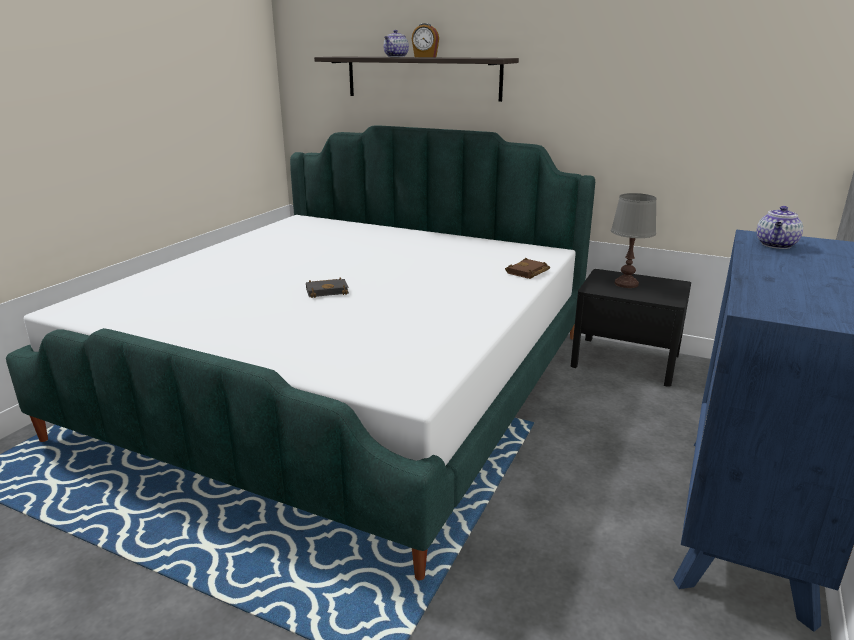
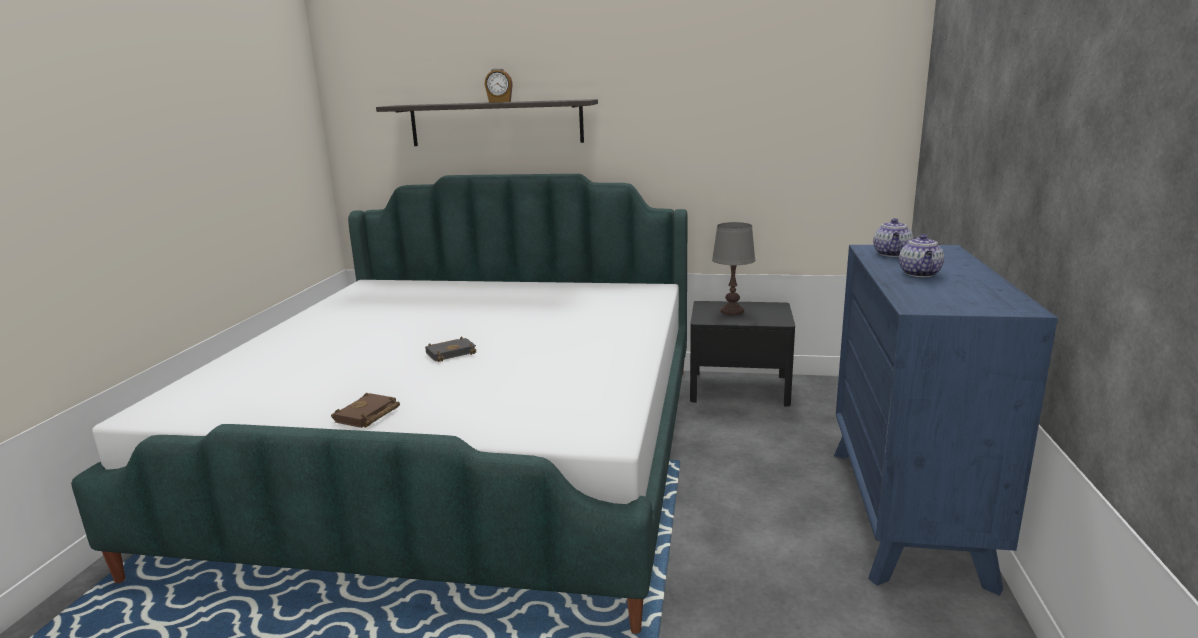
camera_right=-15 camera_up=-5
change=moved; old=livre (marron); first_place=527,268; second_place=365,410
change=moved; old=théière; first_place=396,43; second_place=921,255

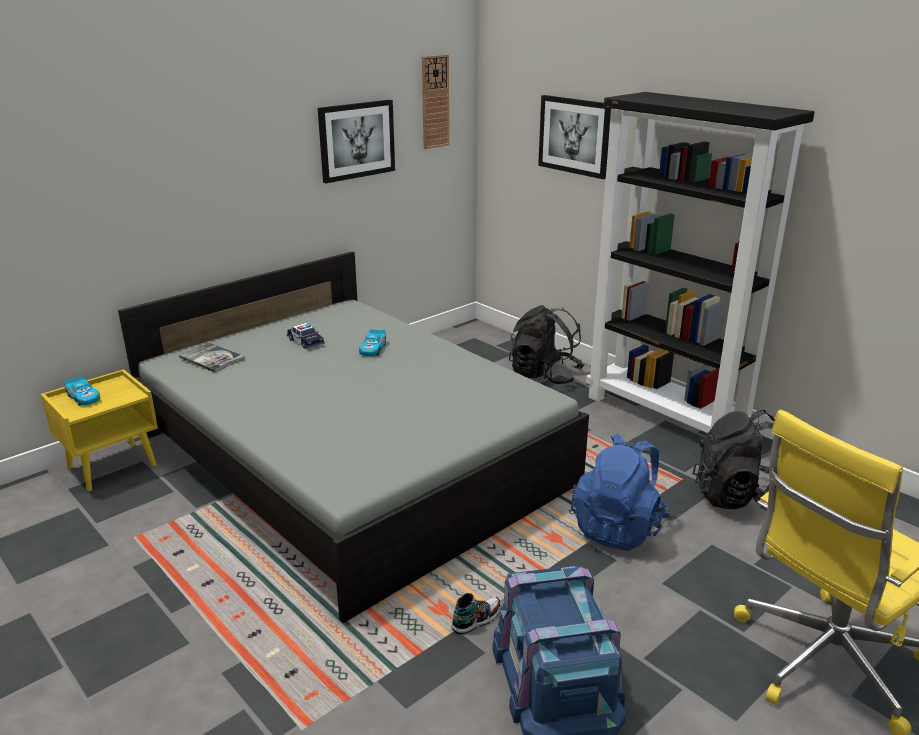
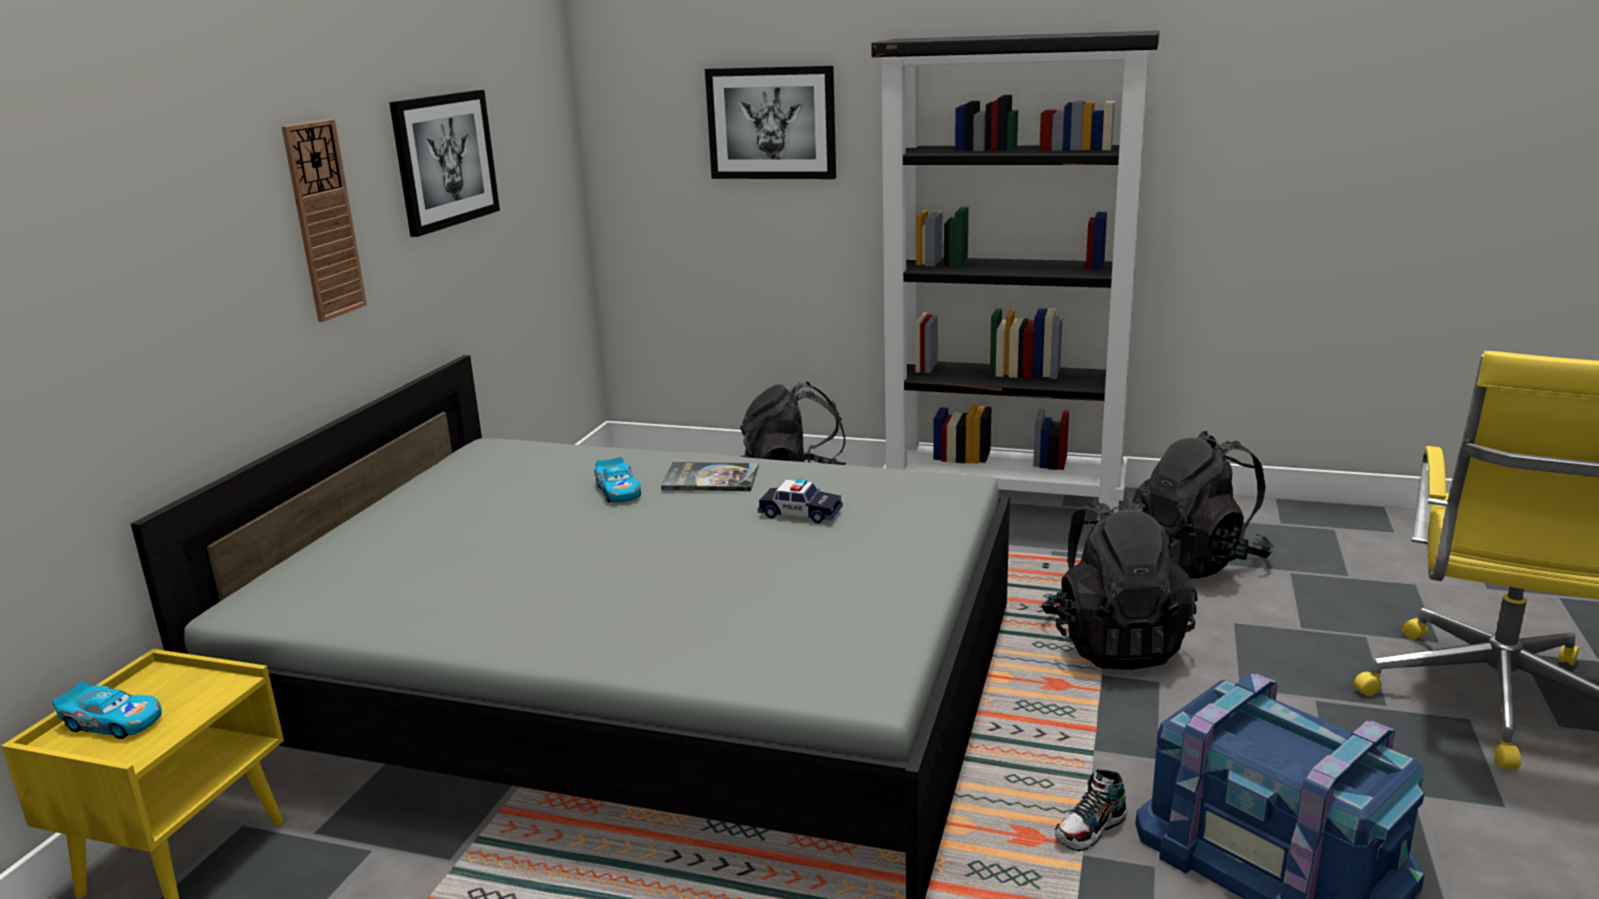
camera_right=-30 camera_up=-5
change=moved; old=horloge murale; first_place=435,101; second_place=324,220
change=moved; old=livre; first_place=212,357; second_place=709,476
change=moved; old=petite voiture; first_place=306,336; second_place=800,501
change=recoloured; old=sac à dos (bleu); new=sac à dos (noir); first_place=621,492; second_place=1119,584
change=turned; old=chaussure; first_place=476,613; second_place=1091,810; degrees=-150

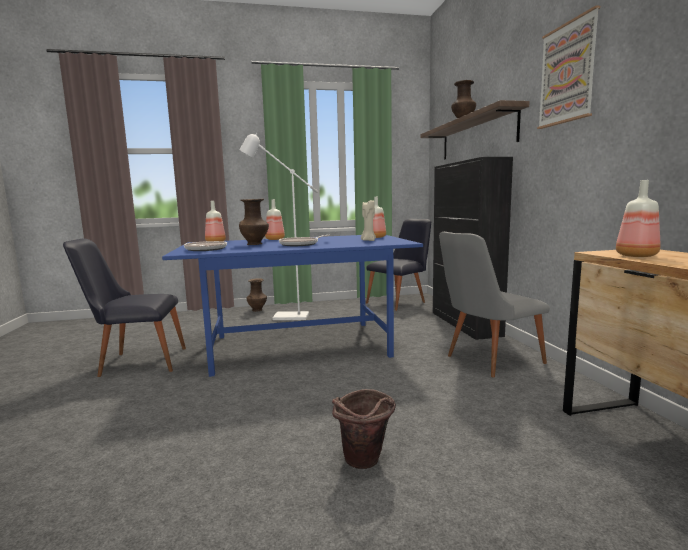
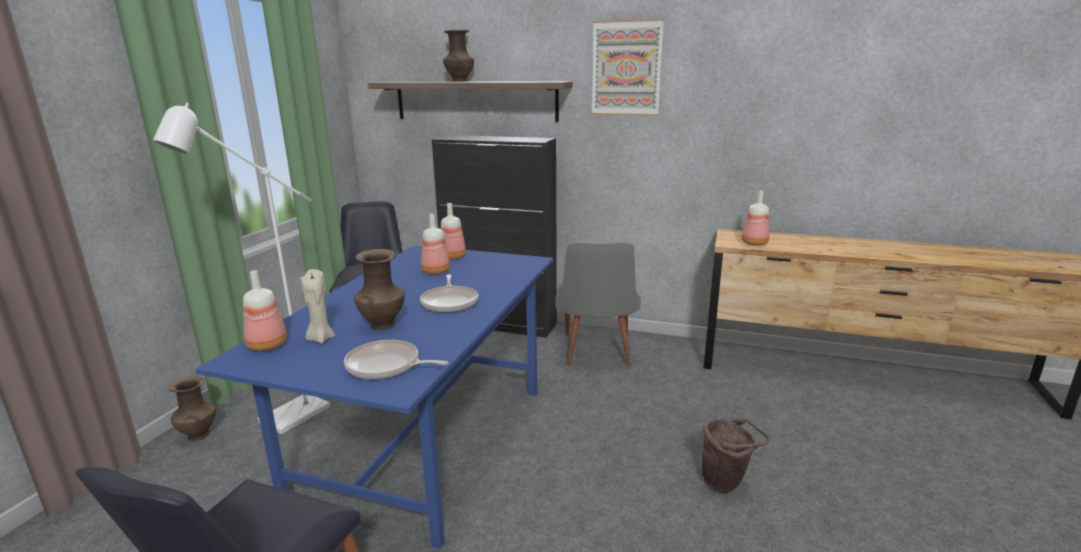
camera_right=-60 camera_up=10
change=moved; old=bougie (beige); first_place=368,220; second_place=318,306
change=moved; old=bouteille; first_place=275,219; second_place=435,244

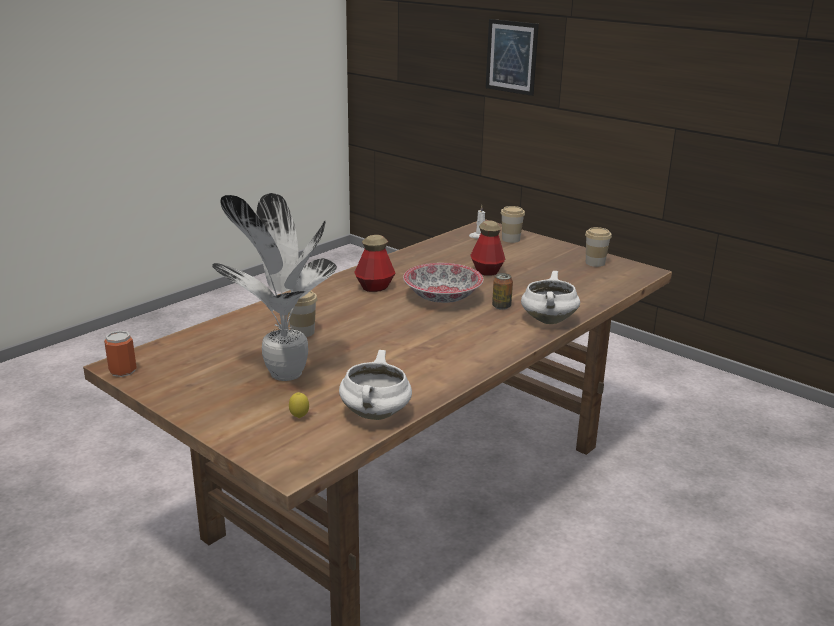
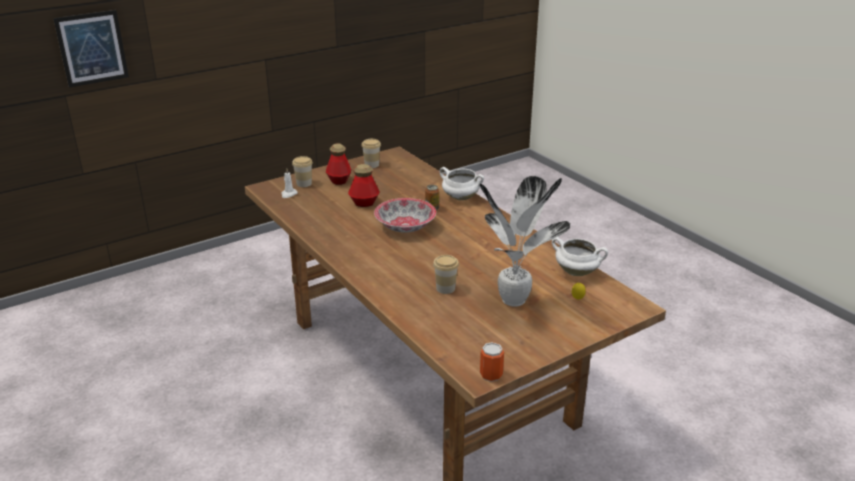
camera_right=-75 camera_up=5
change=moved; old=bouteille; first_place=374,263; second_place=338,164

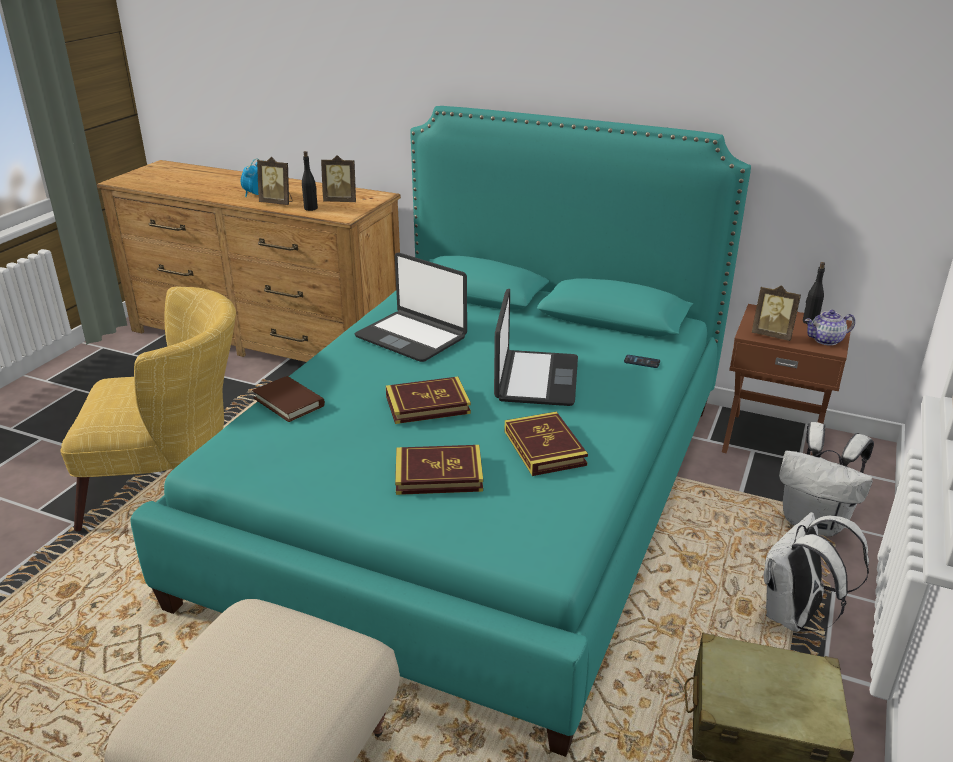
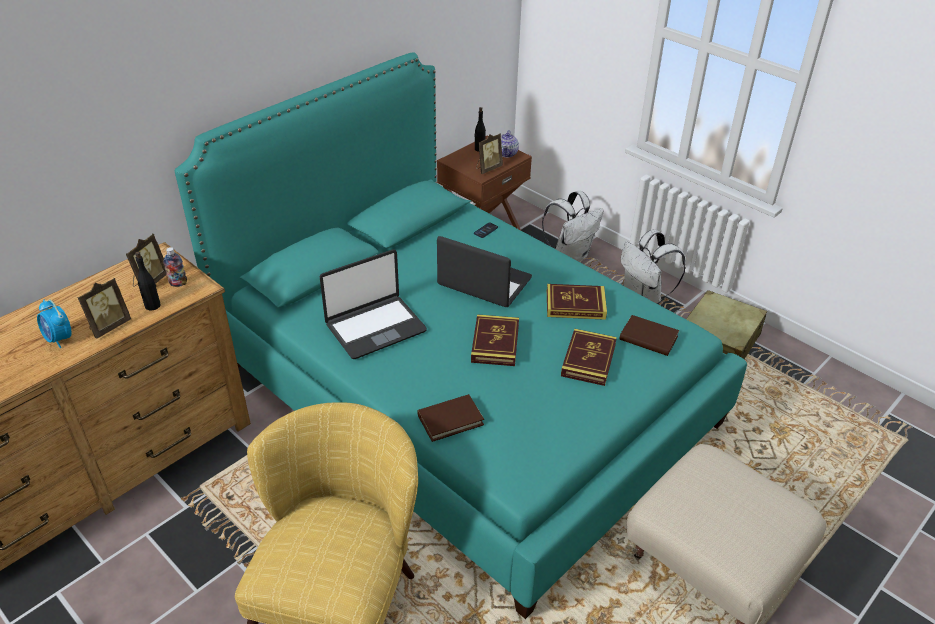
camera_right=-70 camera_up=10
change=added; new=bouteille; second_place=175,267
change=added; new=livre (marron); second_place=649,335

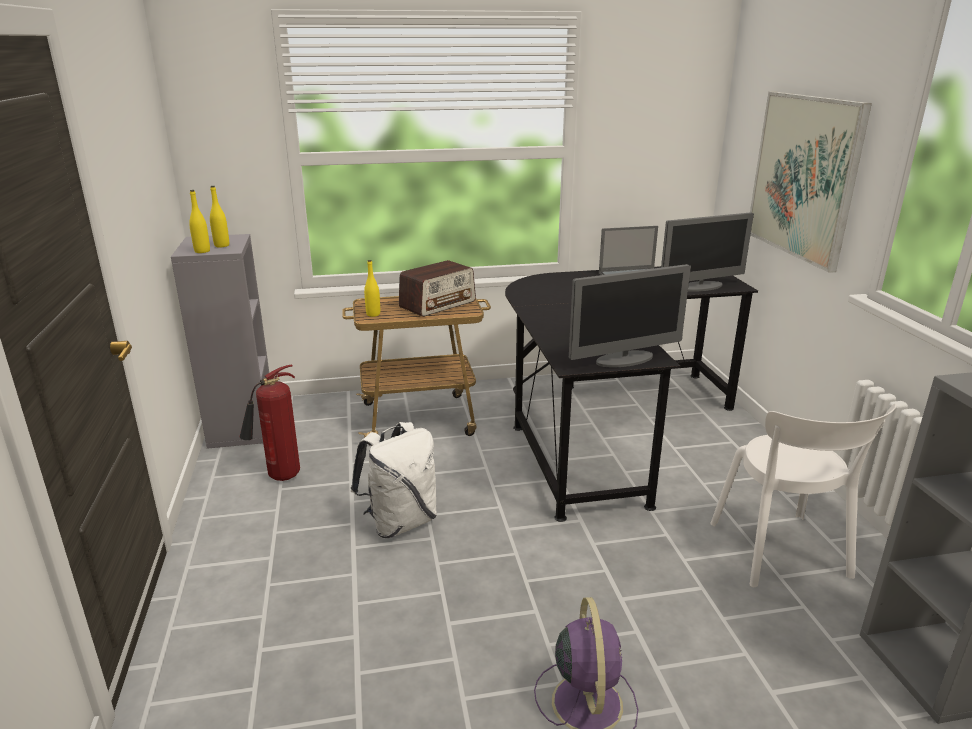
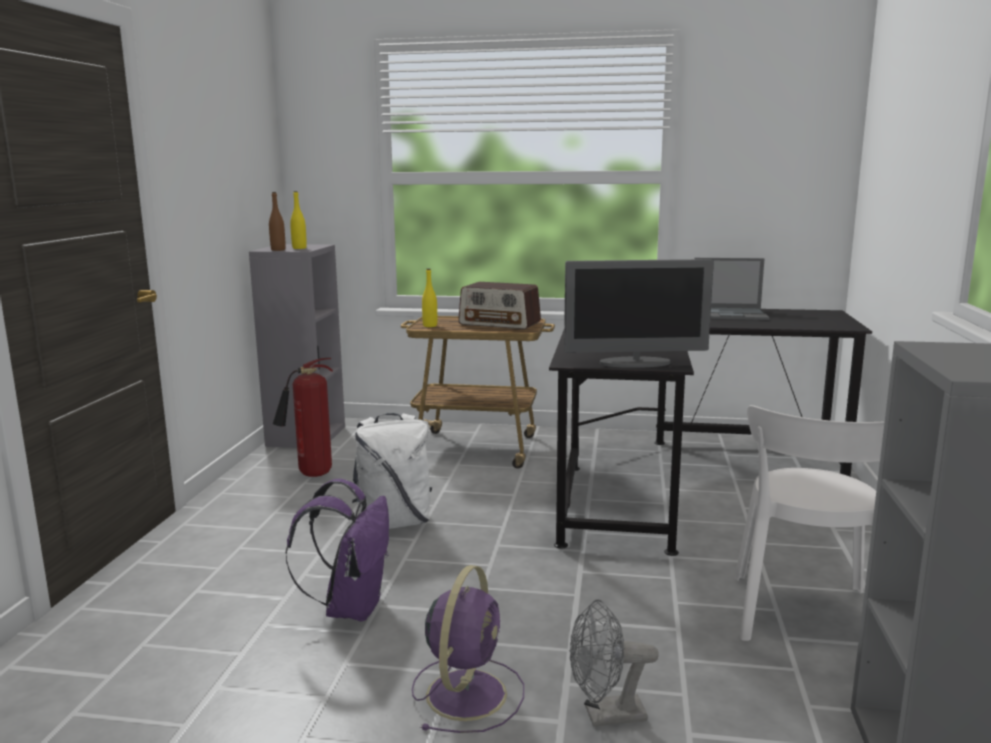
camera_right=20 camera_up=-10
change=recoloured; old=bouteille (jaune); new=bouteille (marron); first_place=199,221; second_place=277,221
change=added; new=sac à dos (violet); second_place=337,550
change=turned; old=radio; first_place=437,288; second_place=499,305; degrees=45
change=added; new=ventilateur (gris); second_place=614,663
change=removed; old=écran d'ordinateur; first_place=707,252
change=removed; old=tableau; first_place=811,182

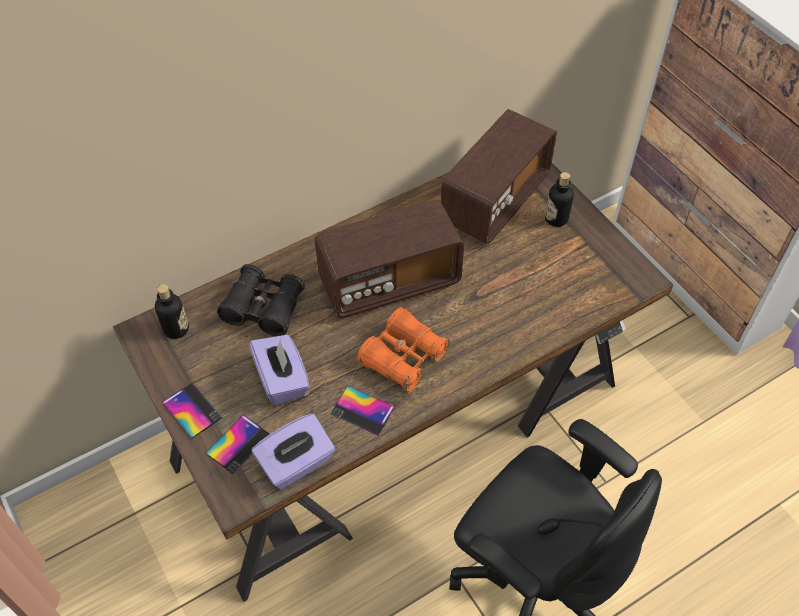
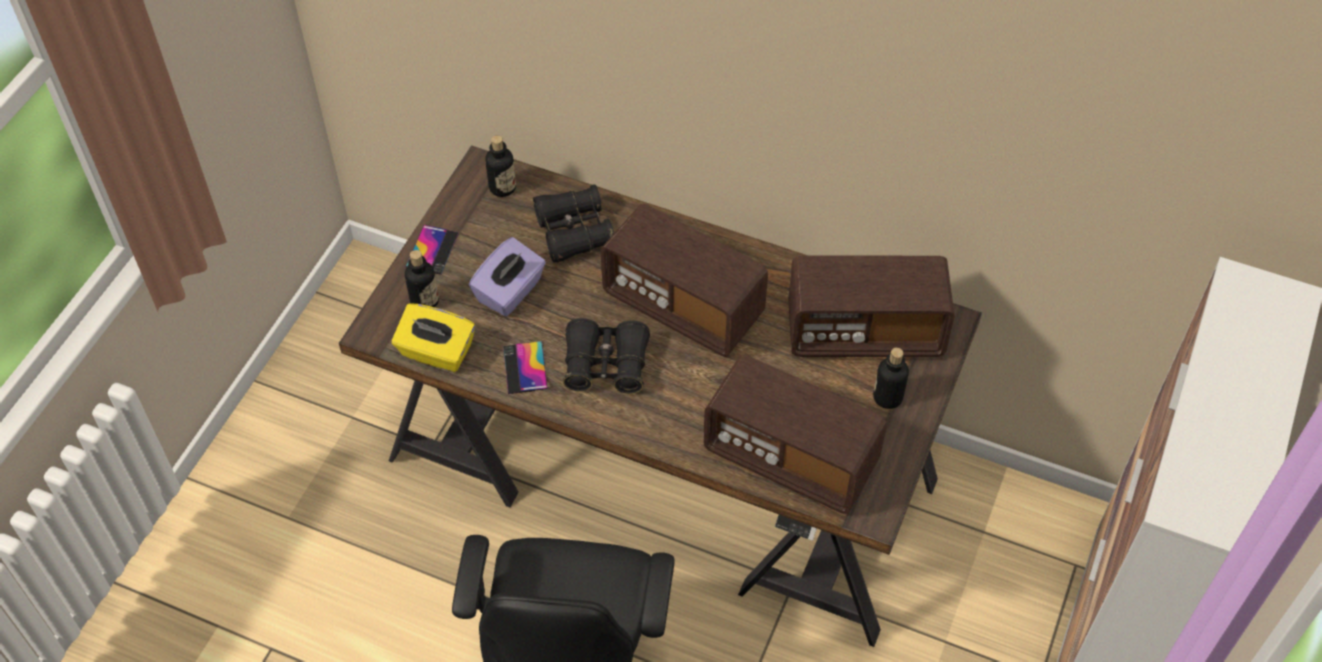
camera_right=55 camera_up=0
change=recoloured; old=boîte à mouchoirs (violet); new=boîte à mouchoirs (jaune); first_place=293,451; second_place=433,337
change=replaced; old=téléphone; new=bouteille; first_place=238,444; second_place=422,278
change=recoloured; old=jumelles (orange); new=jumelles (noir); first_place=403,349; second_place=606,356
change=added; new=radio; second_place=795,434

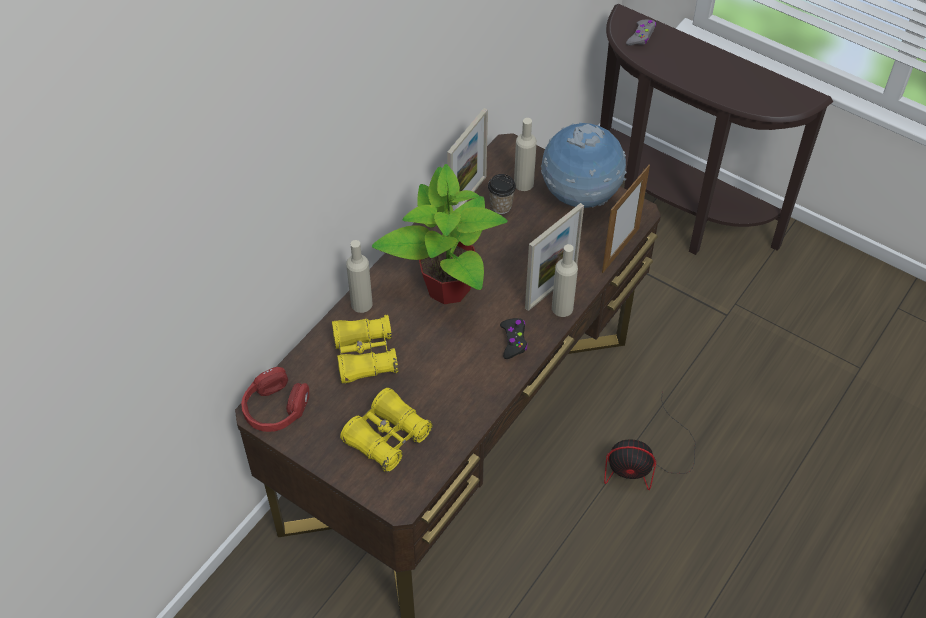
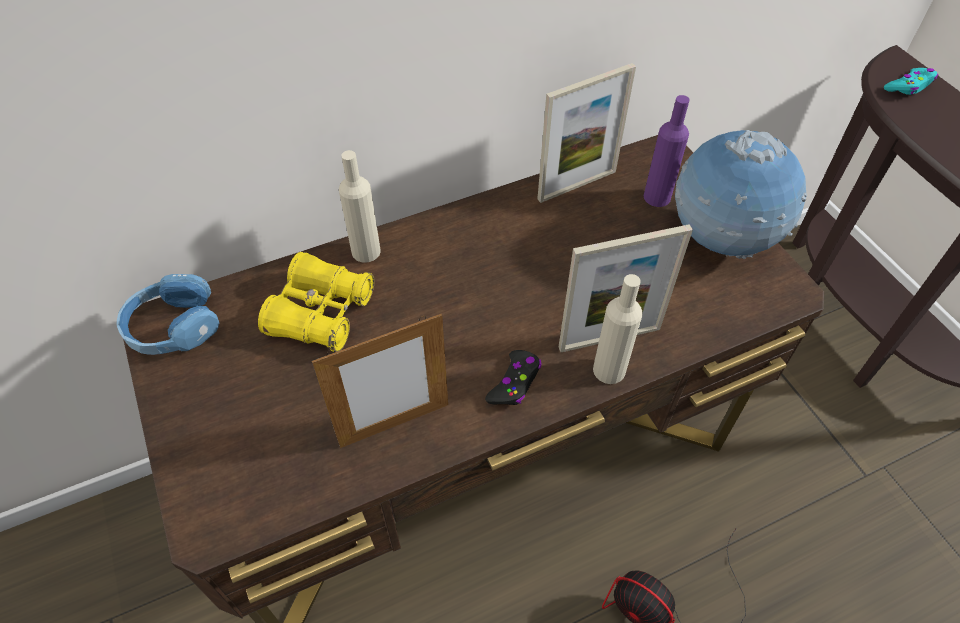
camera_right=30 camera_up=0
change=recoloured; old=casque audio (rouge); new=casque audio (bleu); first_place=275,399; second_place=167,314
change=moved; old=cadre photo; first_place=626,219; second_place=380,381
change=recoloured; old=bouteille (beige); new=bouteille (violet); first_place=525,154; second_place=667,151
change=recoloured; old=manette (gris); new=manette (turquoise); first_place=641,33; second_place=911,81
change=removed; old=jumelles (jaune); first_place=386,430
change=removed; old=plante en pot; first_place=440,234
change=removed; old=tasse; first_place=502,194

